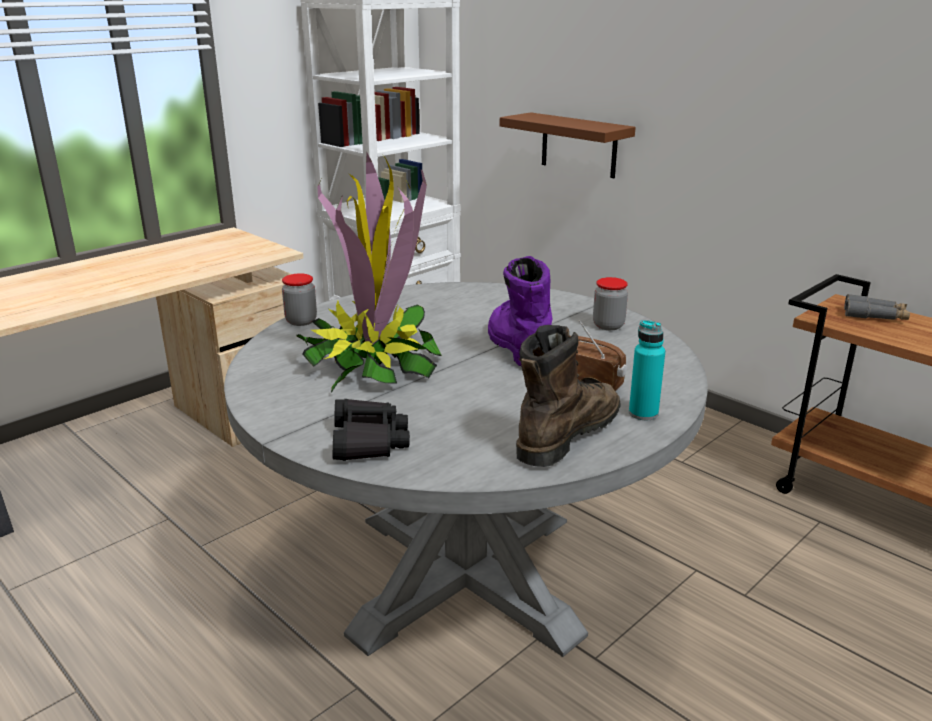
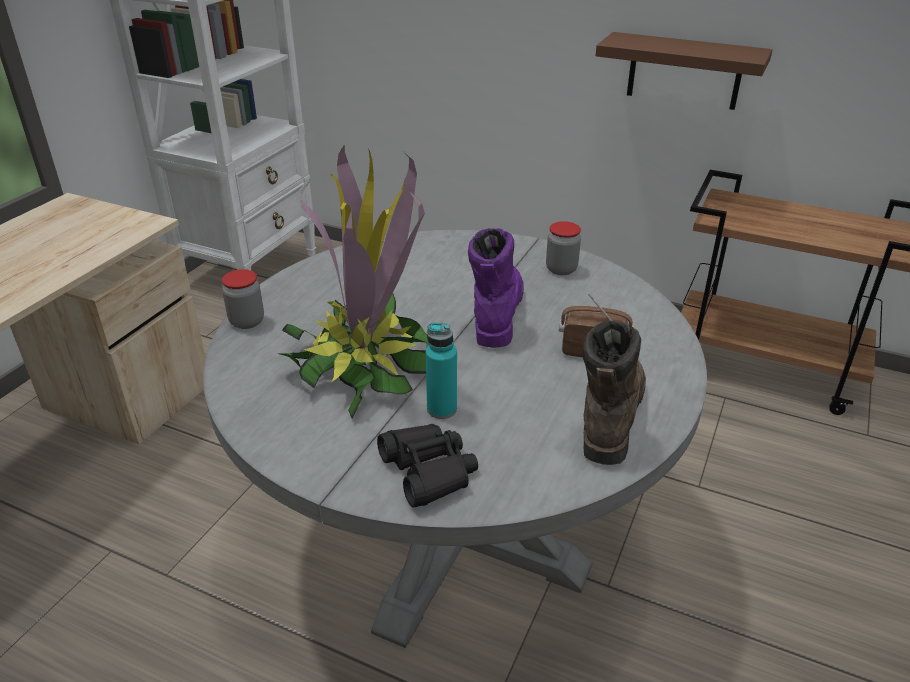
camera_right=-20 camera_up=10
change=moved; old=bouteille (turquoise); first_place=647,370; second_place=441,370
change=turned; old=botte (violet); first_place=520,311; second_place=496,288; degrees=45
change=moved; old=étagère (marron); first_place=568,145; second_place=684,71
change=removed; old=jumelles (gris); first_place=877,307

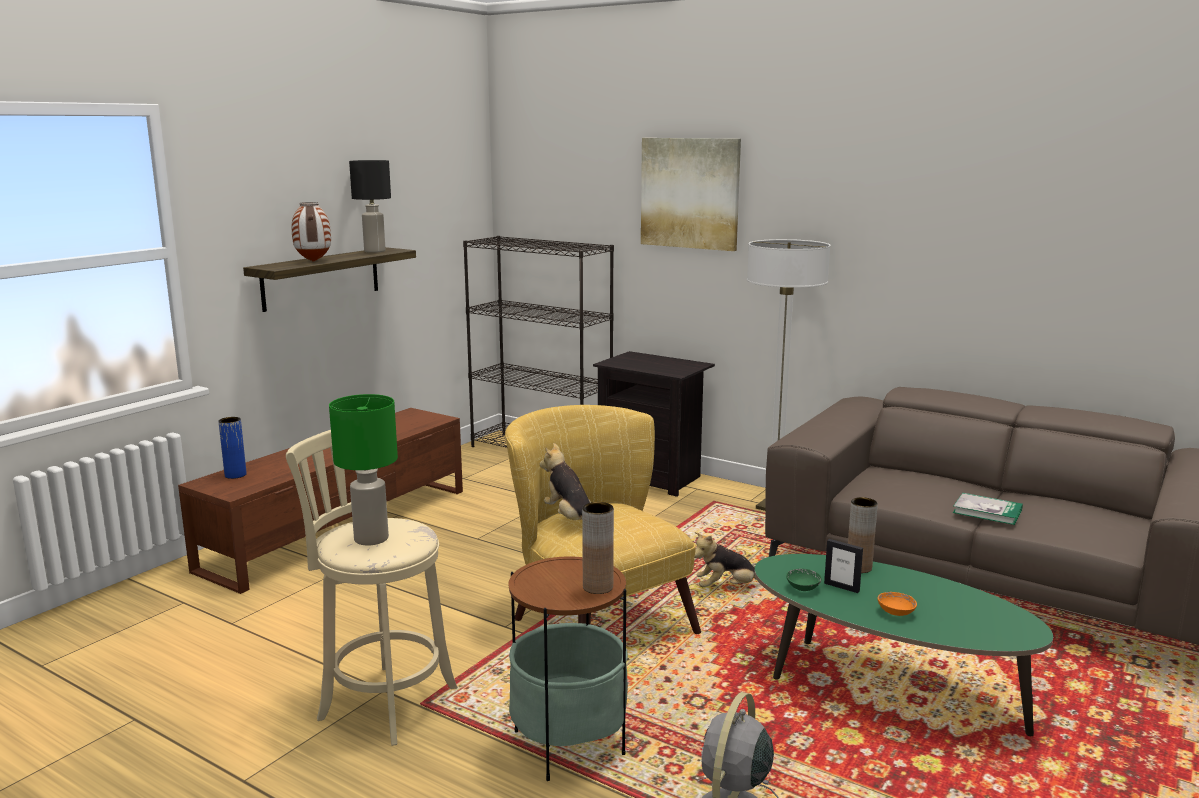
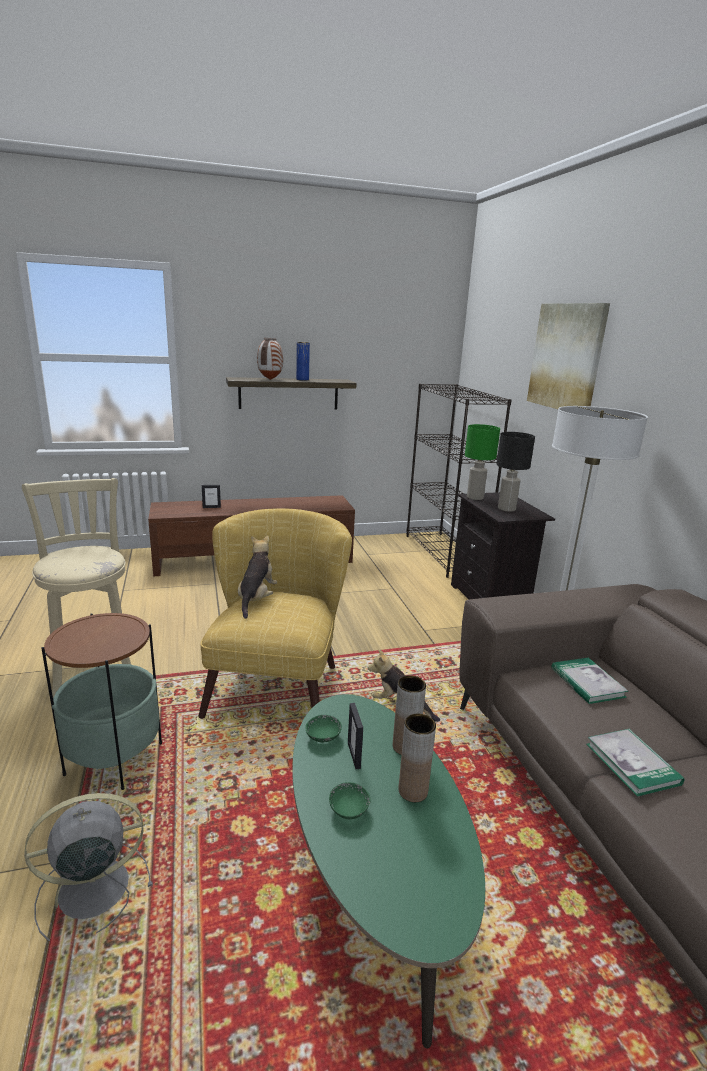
camera_right=40 camera_up=5
change=added; new=cadre photo; second_place=211,496
change=moved; old=vase (bleu); first_place=232,448; second_place=303,361
change=recoloured; old=bol (orange); new=bol (vert); first_place=897,604; second_place=350,800
change=moved; old=vase (marron); first_place=598,548; second_place=417,758
change=moved; old=lampe de table (vert); first_place=363,469; second_place=482,462
change=moved; old=lampe de table (noir); first_place=370,206; second_place=515,472
change=added; new=livre; second_place=589,681

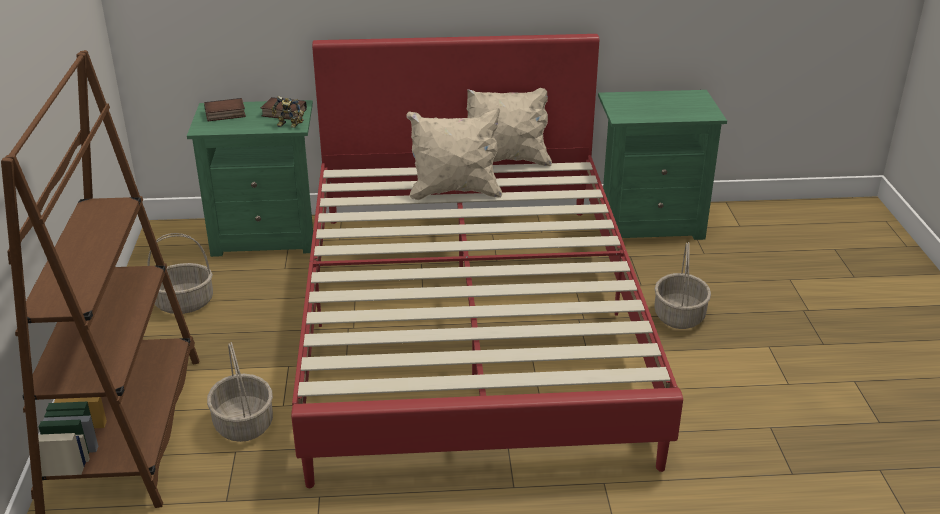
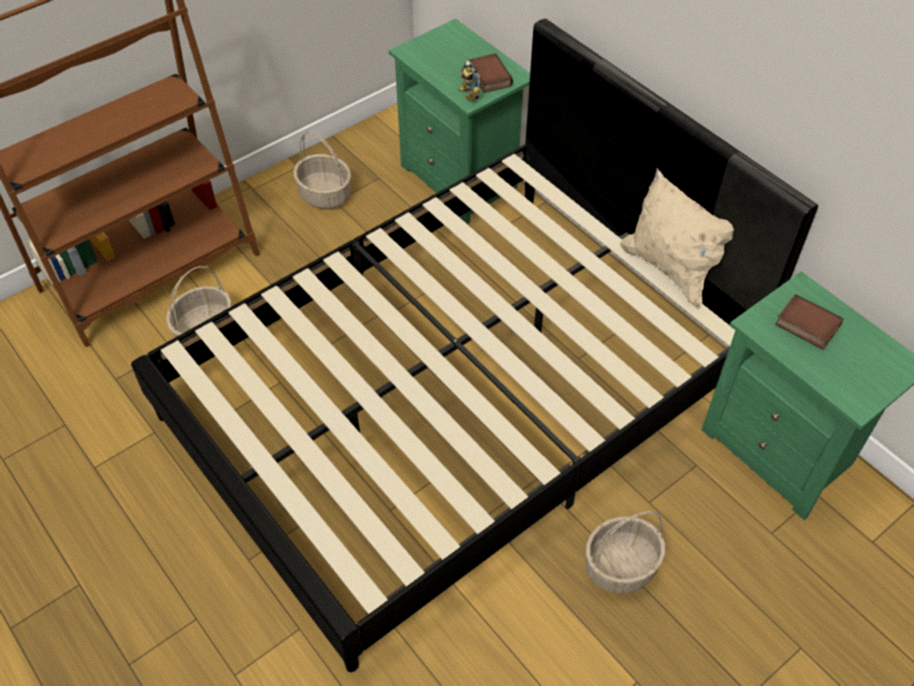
camera_right=55 camera_up=20
change=recoloured; old=lit (rouge); new=lit (noir); first_place=487,261; second_place=474,345
change=moved; old=livre; first_place=225,109; second_place=809,322
change=removed; old=coussin (beige); first_place=454,154

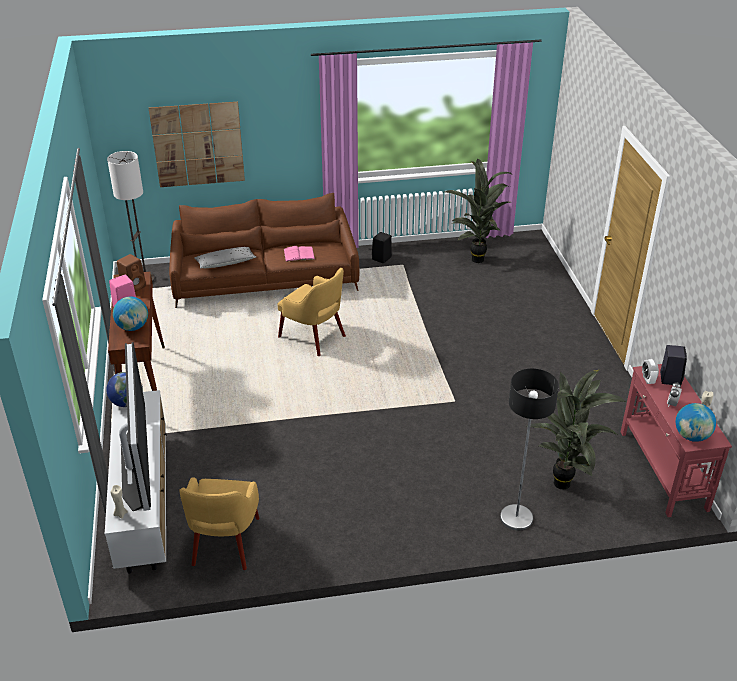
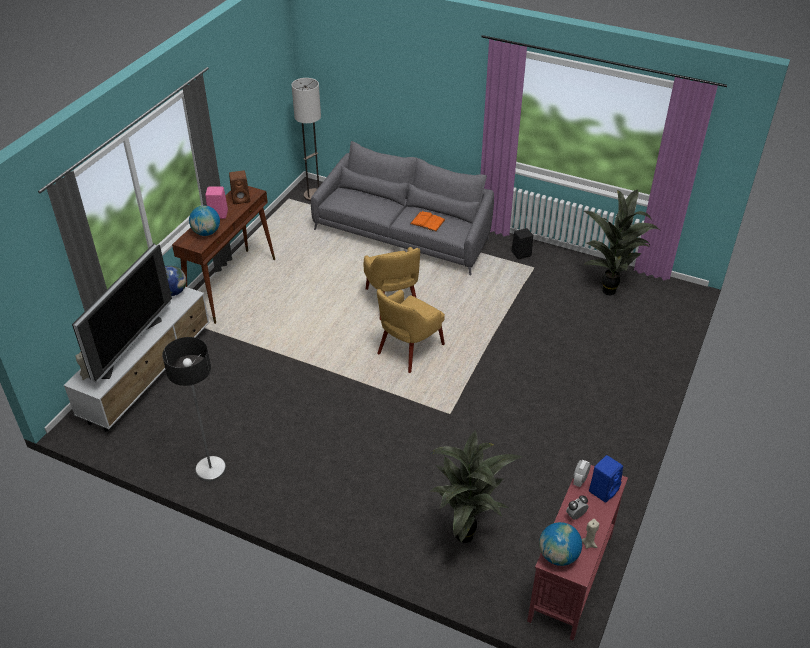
camera_right=35 camera_up=5
change=moved; old=lampadaire; first_place=529,449; second_place=194,409
change=recoloured; old=canapé (marron); new=canapé (gris); first_place=264,250; second_place=402,208
change=moved; old=fauteuil (jaune); first_place=220,524; second_place=411,331
change=recoloured; old=livre (rose); new=livre (orange); first_place=299,254; second_place=427,221
change=recoloured; old=enceinte (noir); new=enceinte (bleu); first_place=673,365; second_place=606,479
change=removed; old=tableau; first_place=197,144
change=removed; old=coussin (gris); first_place=225,257

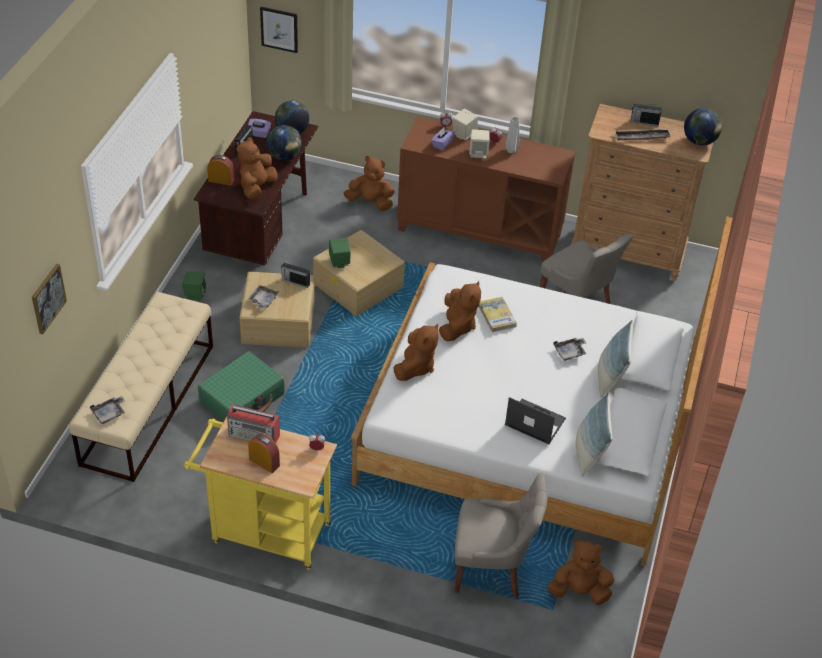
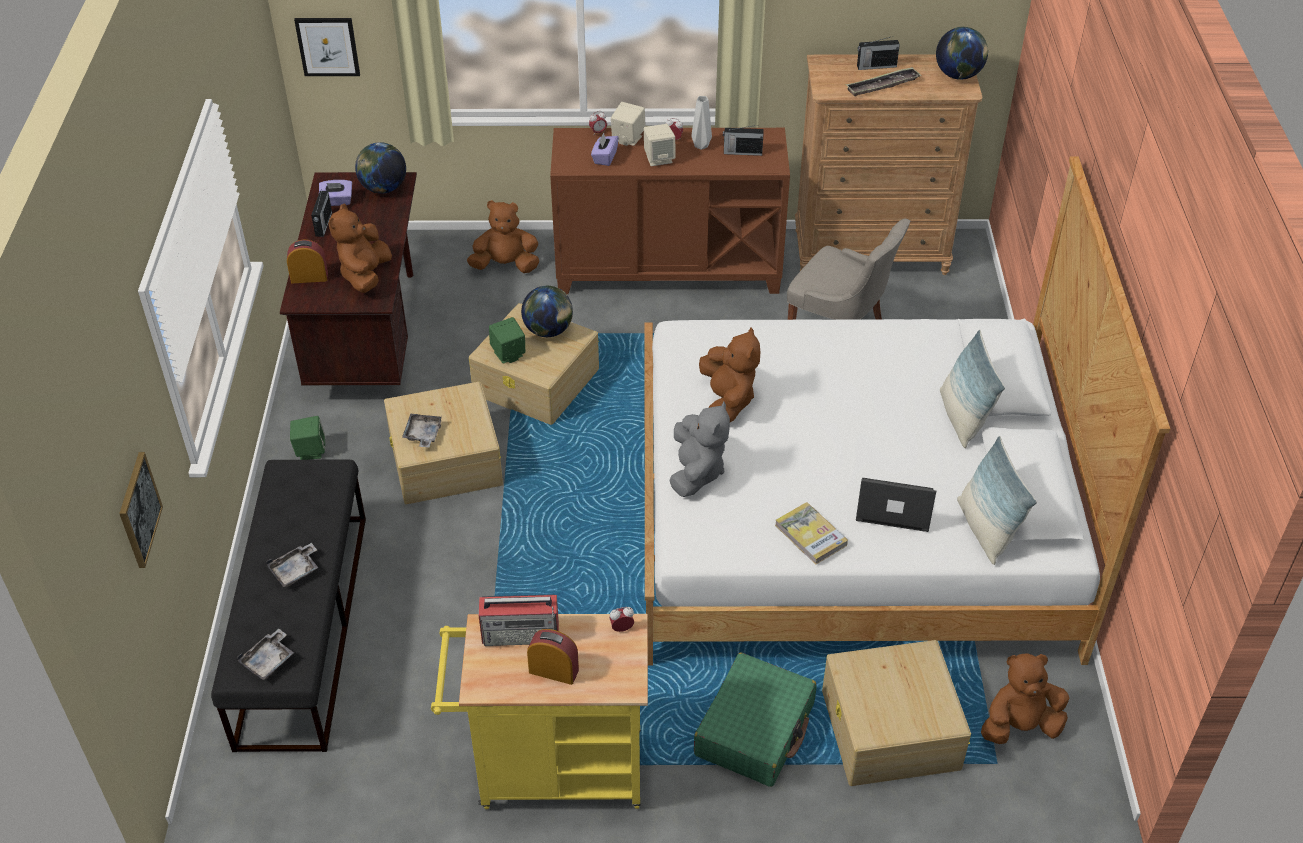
camera_right=-15 camera_up=0
change=recoloured; old=banc (beige); new=banc (noir); first_place=141,387; second_place=288,606
change=moved; old=plateau (gris); first_place=569,349; second_place=292,565
change=moved; old=globe; first_place=284,143; second_place=547,311
change=recoloured; old=peluche (marron); new=peluche (gris); first_place=416,352; second_place=699,449
change=moved; old=valise (vert); first_place=241,385; second_place=755,719
change=moved; old=radio; first_place=295,275; second_place=743,140
change=moved; old=livre; first_place=498,314; second_place=811,533
change=replaced; old=chaise (gris); new=boîte de rangement (beige); first_place=501,536; second_place=896,713

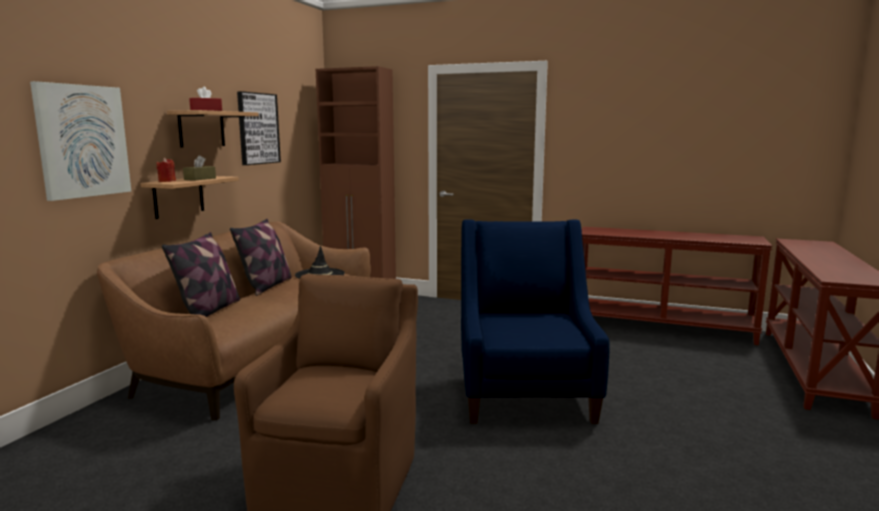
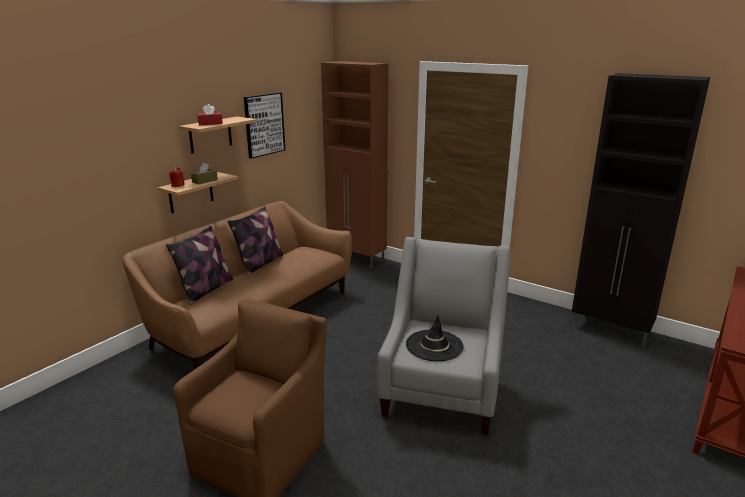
camera_right=15 camera_up=10
change=recoloured; old=fauteuil (bleu); new=fauteuil (gris); first_place=535,321; second_place=444,336
change=moved; old=chapeau (noir); first_place=320,262; second_place=435,338
change=replaced; old=table console (marron); new=meuble de rangement (noir); first_place=676,286; second_place=641,209
change=removed; old=tableau; first_place=80,141

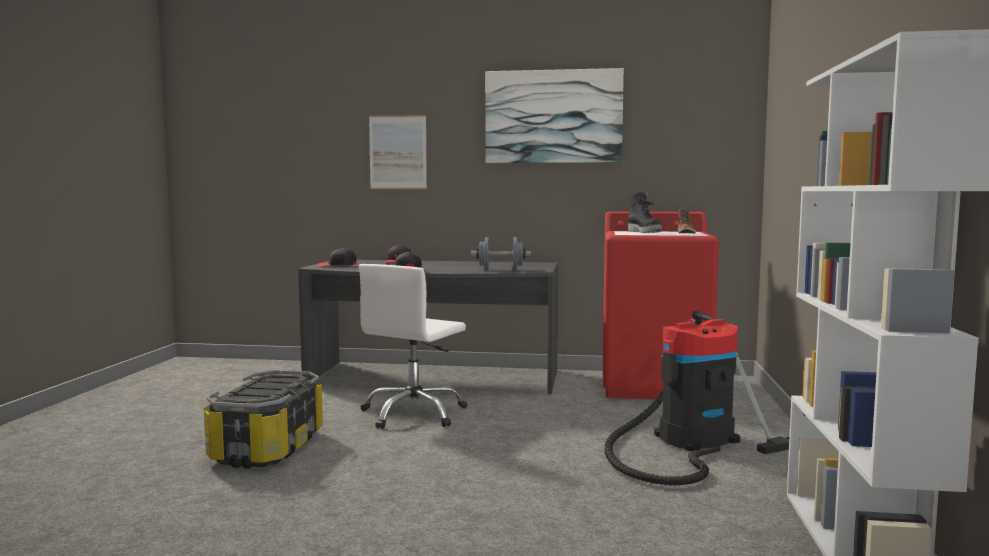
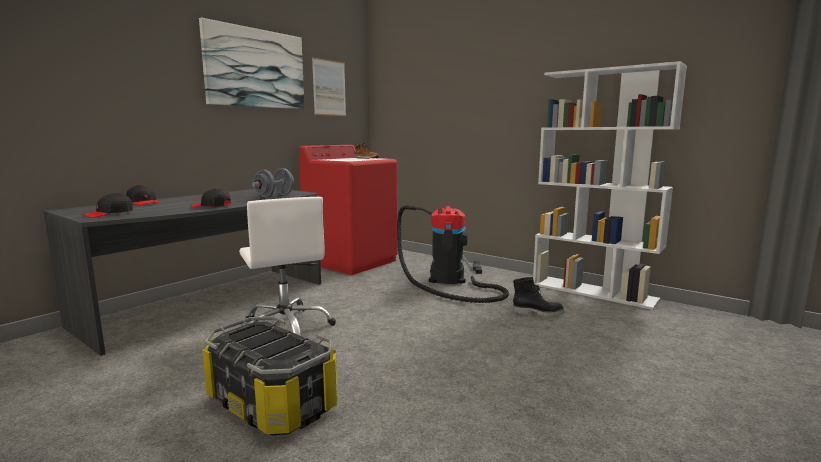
camera_right=-60 camera_up=5
change=moved; old=tableau; first_place=398,152; second_place=329,86
change=moved; old=botte (noir); first_place=645,212; second_place=538,297

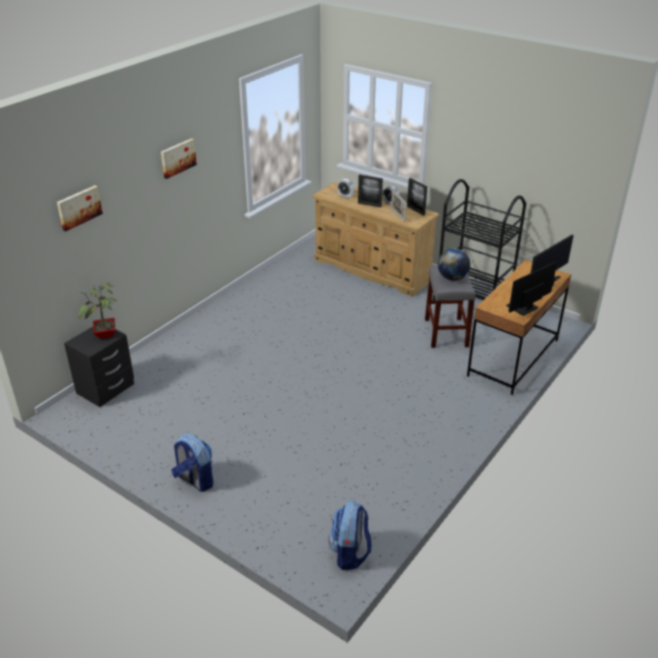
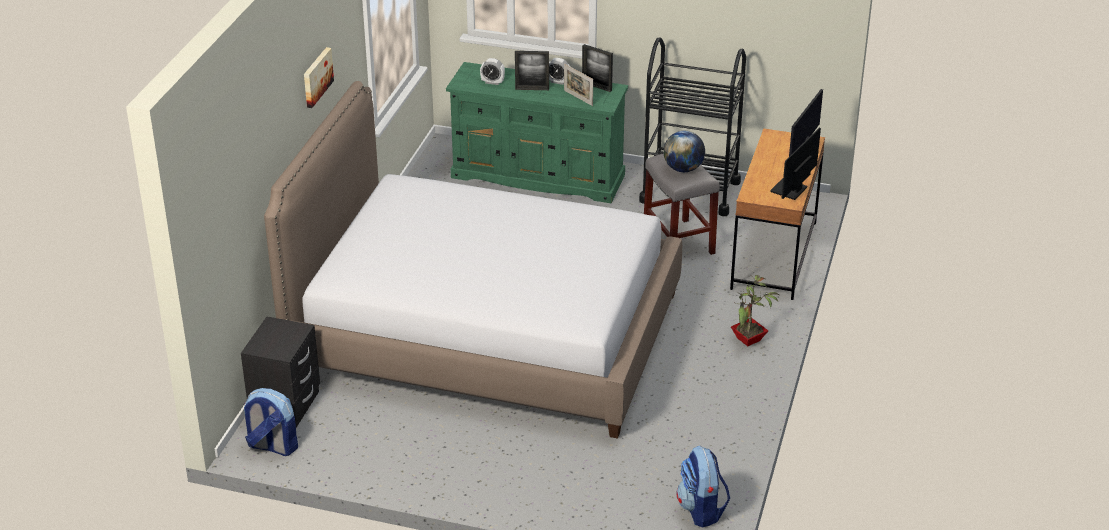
camera_right=-20 camera_up=0
change=moved; old=sac à dos; first_place=192,462; second_place=270,422
change=added; new=lit; second_place=473,260
change=recoloured; old=commode (beige); new=commode (vert); first_place=375,239; second_place=537,132
change=moved; old=plante en pot; first_place=97,311; second_place=755,310
change=removed; old=tableau; first_place=80,208

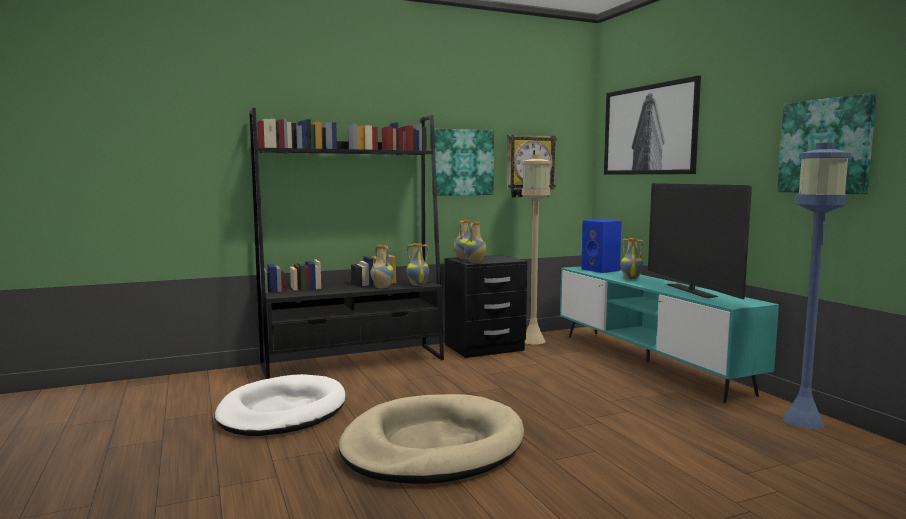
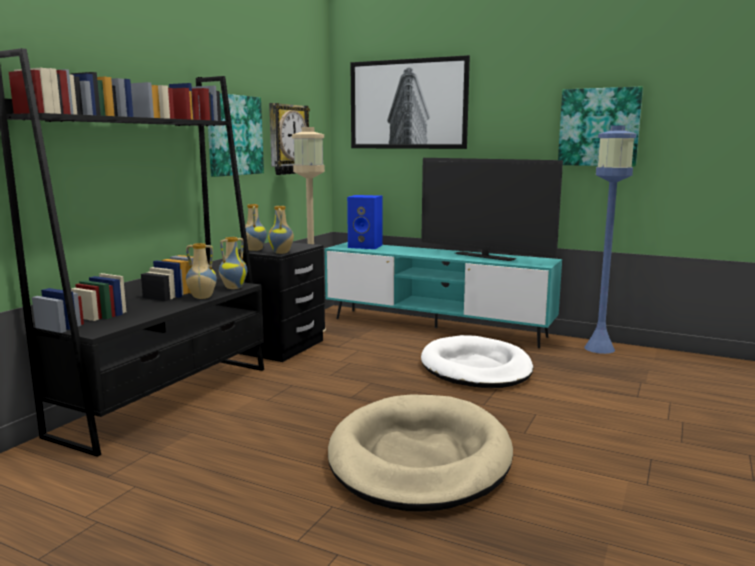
camera_right=-40 camera_up=5
change=moved; old=panier pour chien (blanc); first_place=280,405; second_place=477,361
change=removed; old=vase; first_place=632,259

